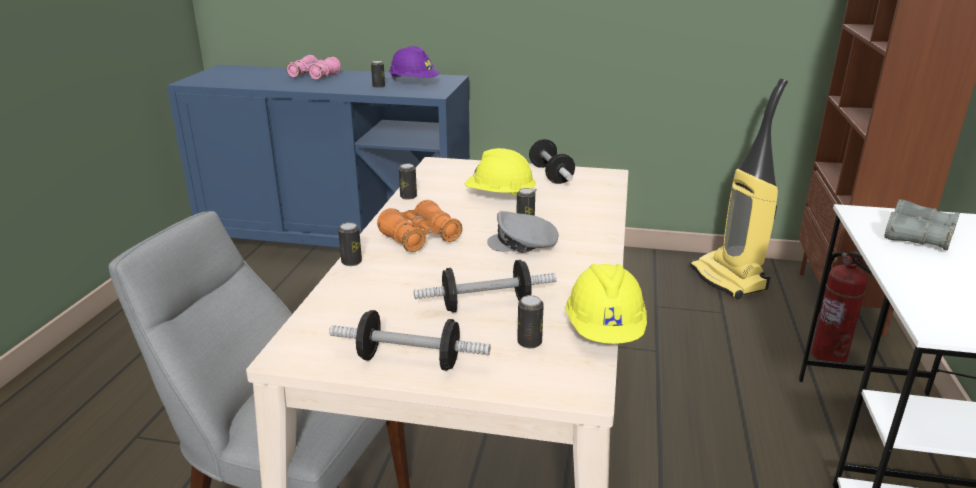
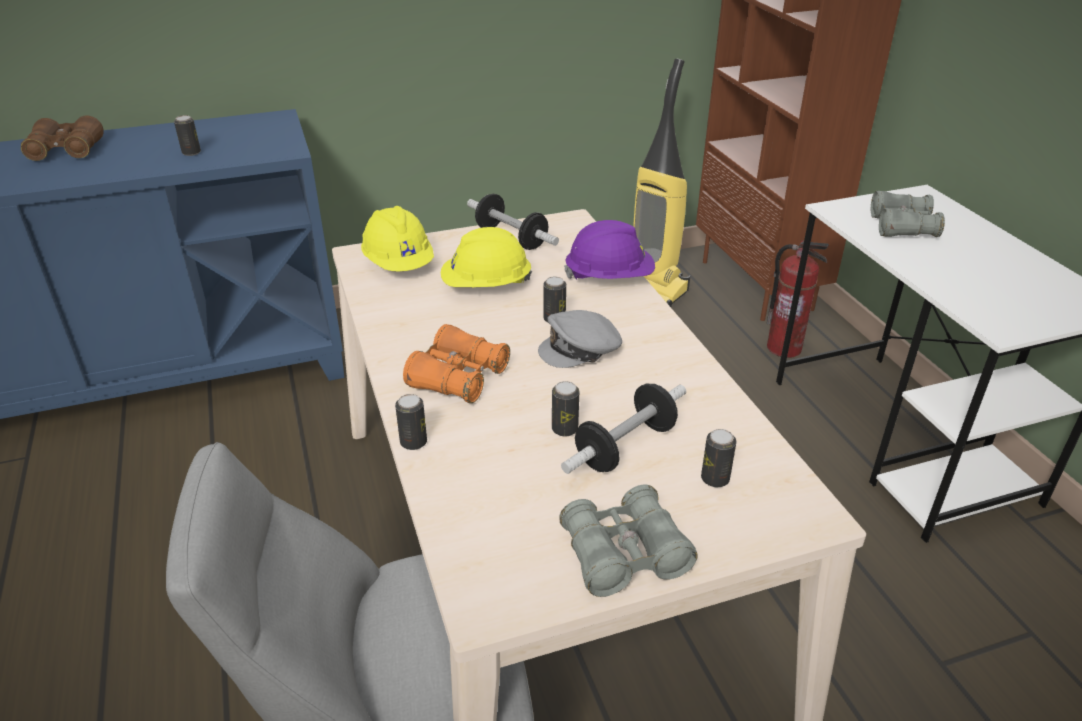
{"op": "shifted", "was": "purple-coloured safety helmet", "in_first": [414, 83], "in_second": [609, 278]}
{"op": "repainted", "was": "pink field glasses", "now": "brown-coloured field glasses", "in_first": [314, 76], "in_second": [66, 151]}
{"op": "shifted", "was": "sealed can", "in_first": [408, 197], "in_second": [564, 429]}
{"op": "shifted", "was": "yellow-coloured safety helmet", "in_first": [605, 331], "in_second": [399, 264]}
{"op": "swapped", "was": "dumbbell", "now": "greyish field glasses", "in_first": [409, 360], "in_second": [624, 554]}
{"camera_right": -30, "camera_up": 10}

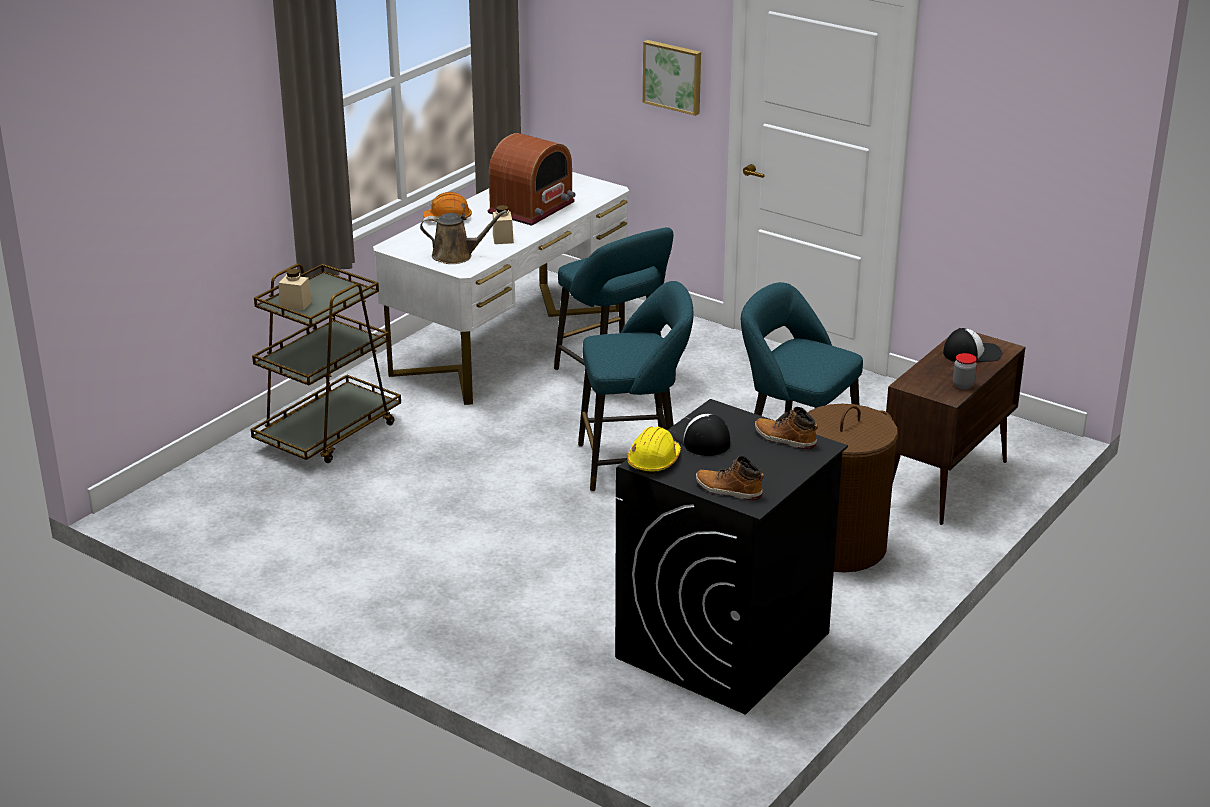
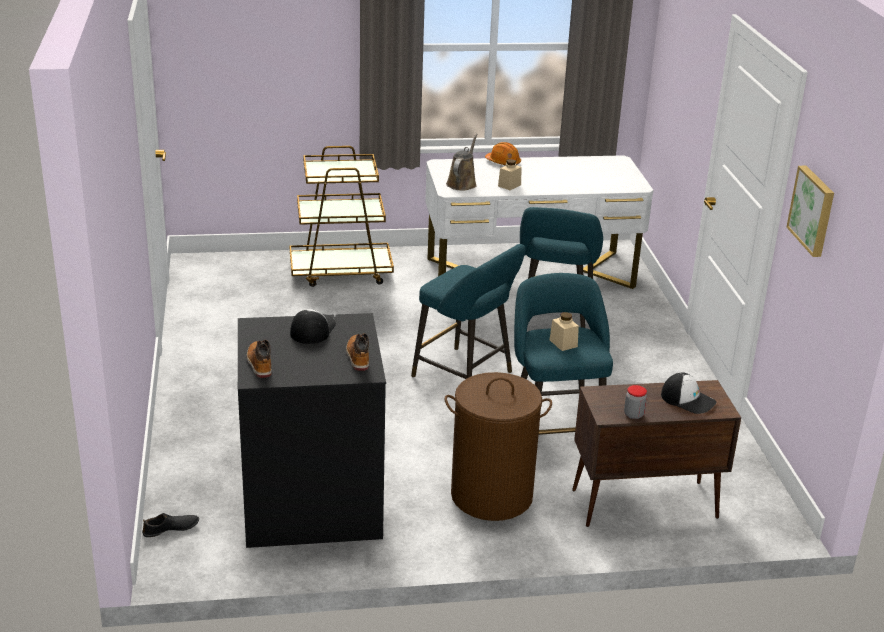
{"op": "shifted", "was": "wall picture", "in_first": [673, 76], "in_second": [813, 210]}
{"op": "gone", "was": "radio set", "in_first": [532, 207]}
{"op": "rotated", "was": "brown-coloured watering pot", "in_first": [456, 256], "in_second": [462, 183], "clockwise": -120}
{"op": "shifted", "was": "sand-coloured jar", "in_first": [295, 304], "in_second": [563, 343]}
{"op": "gone", "was": "yellow-coloured safety helmet", "in_first": [654, 461]}
{"op": "new", "now": "black-coloured item of footwear", "in_second": [171, 529]}
{"camera_right": 45, "camera_up": 0}

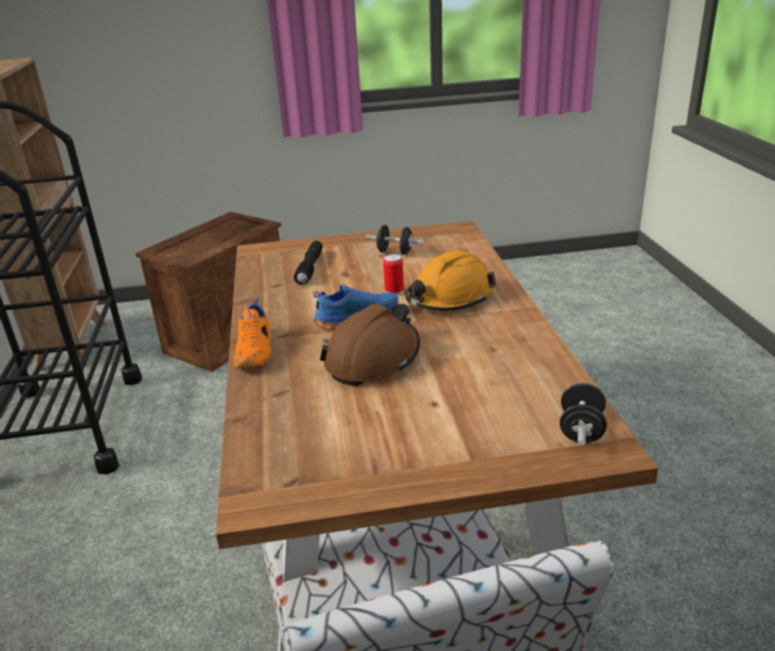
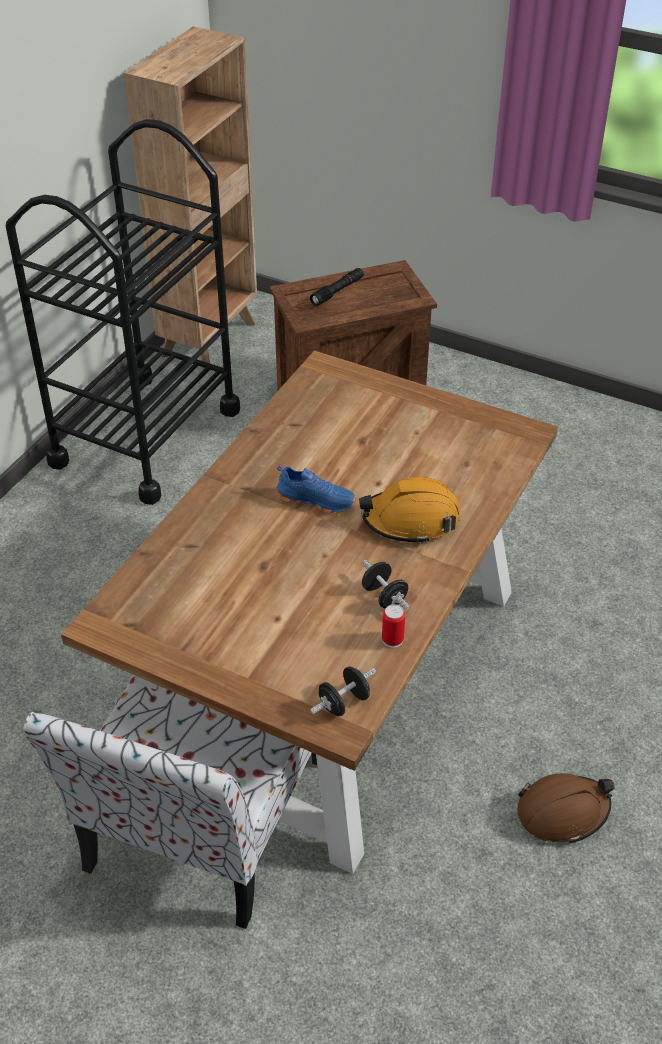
{"op": "shifted", "was": "black-coloured dumbbell", "in_first": [395, 252], "in_second": [384, 597]}
{"op": "shifted", "was": "black-coloured flashlight", "in_first": [310, 268], "in_second": [337, 291]}
{"op": "shifted", "was": "sealed can", "in_first": [394, 291], "in_second": [392, 639]}
{"op": "gone", "was": "orange-coloured item of footwear", "in_first": [256, 352]}
{"op": "shifted", "was": "brown-coloured safety helmet", "in_first": [373, 359], "in_second": [562, 812]}
{"camera_right": 35, "camera_up": 15}

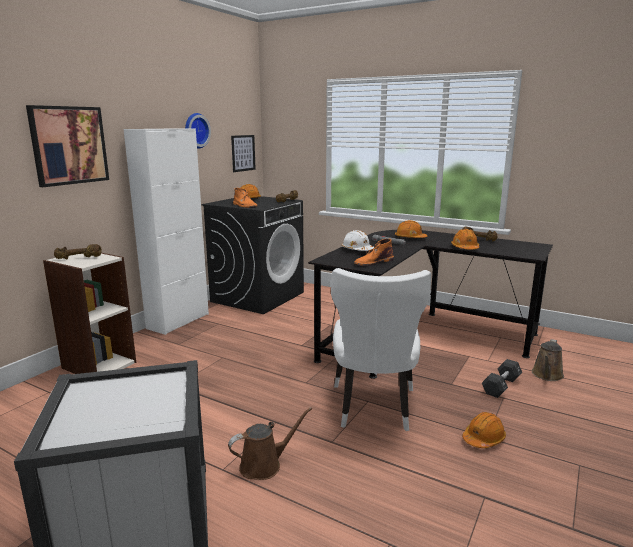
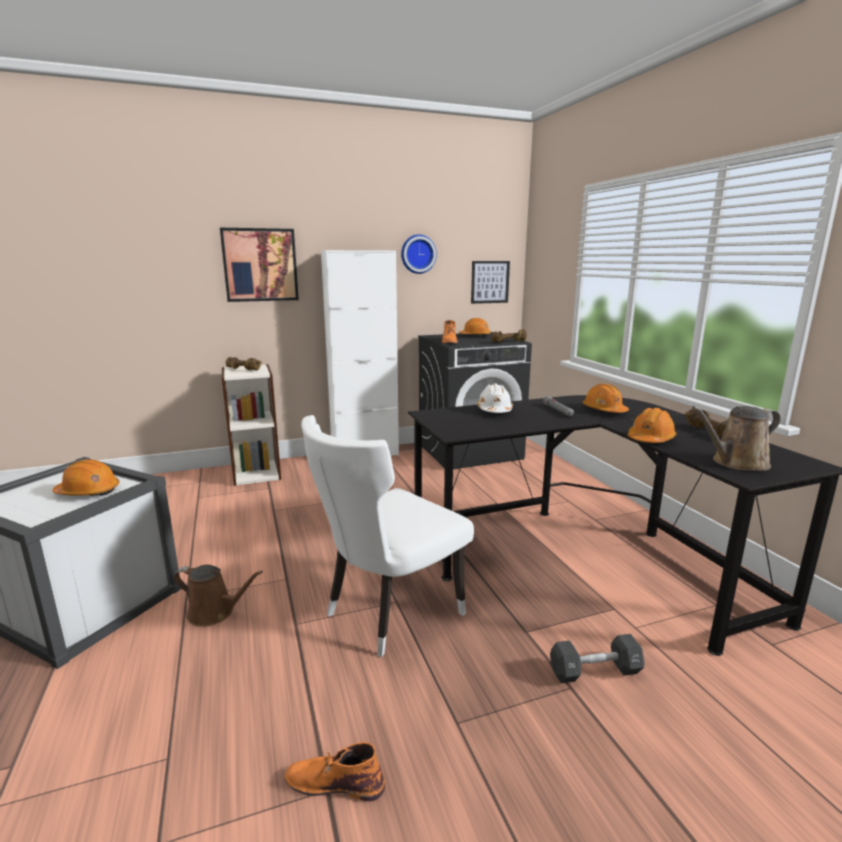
{"op": "shifted", "was": "orange-coloured tall boot", "in_first": [373, 262], "in_second": [334, 782]}
{"op": "shifted", "was": "brown-coloured watering pot", "in_first": [547, 375], "in_second": [736, 463]}
{"op": "shifted", "was": "orange-coloured safety helmet", "in_first": [483, 439], "in_second": [88, 492]}
{"camera_right": 40, "camera_up": 0}

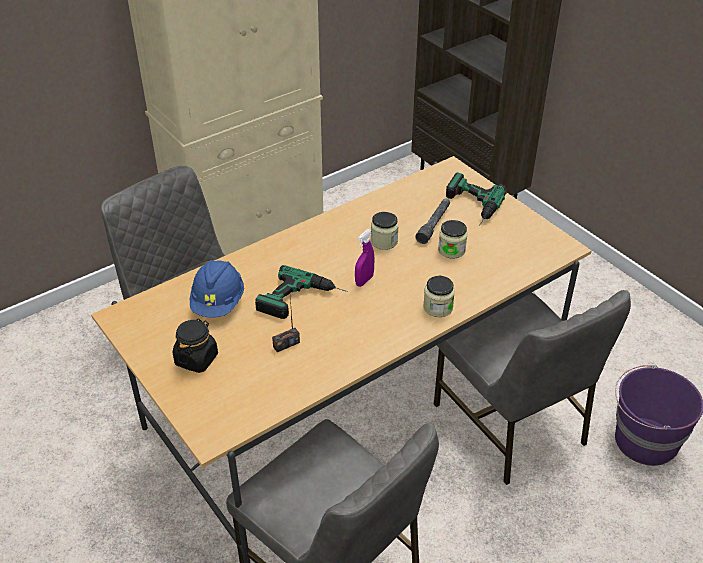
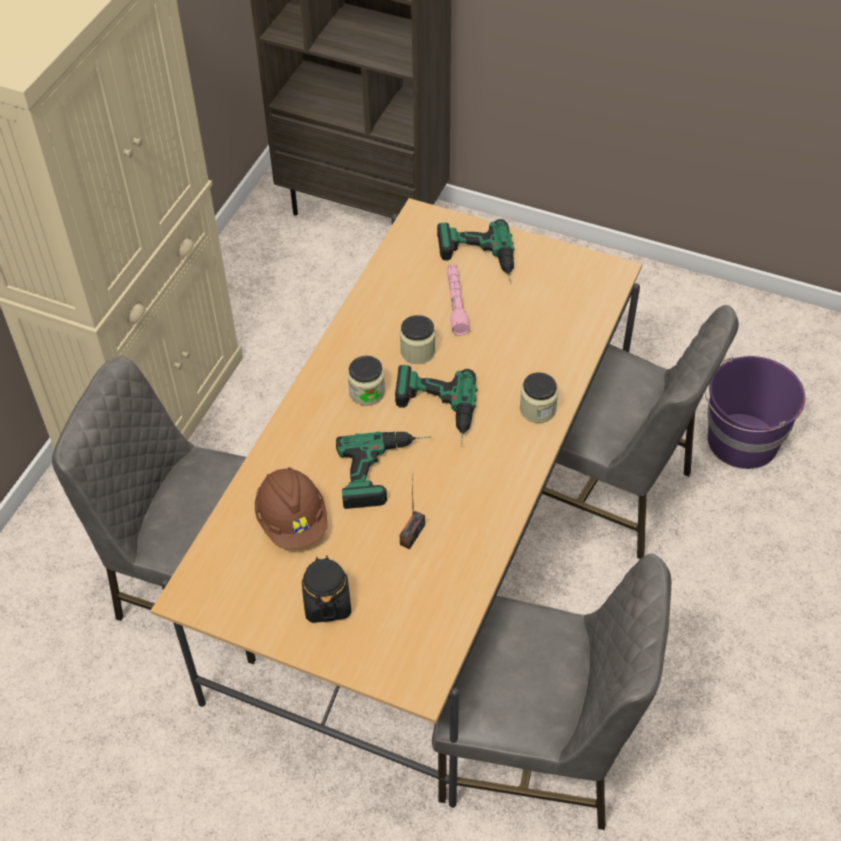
{"op": "repainted", "was": "greyish flashlight", "now": "pink flashlight", "in_first": [434, 224], "in_second": [456, 303]}
{"op": "shifted", "was": "jar", "in_first": [451, 250], "in_second": [367, 392]}
{"op": "swapped", "was": "purple-coloured hand sprayer", "now": "power drill", "in_first": [364, 280], "in_second": [434, 413]}
{"op": "repainted", "was": "blue-coloured safety helmet", "now": "brown-coloured safety helmet", "in_first": [218, 303], "in_second": [292, 521]}
{"camera_right": -30, "camera_up": 10}

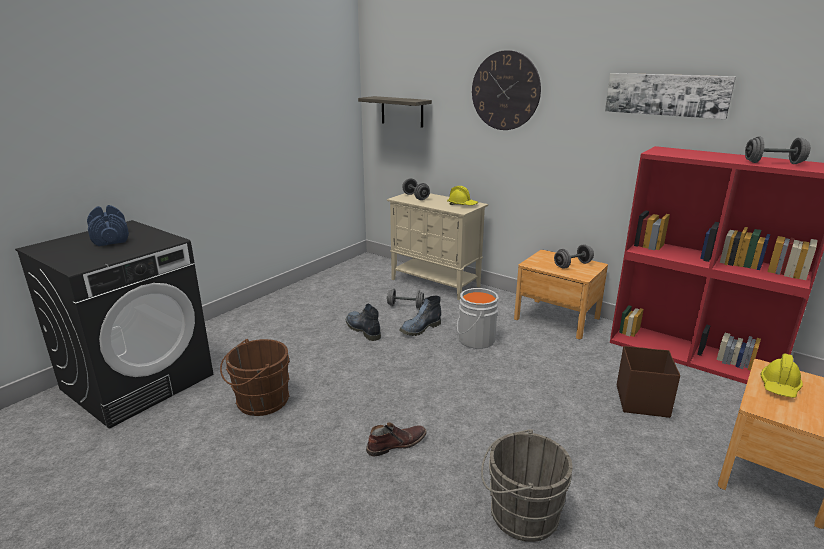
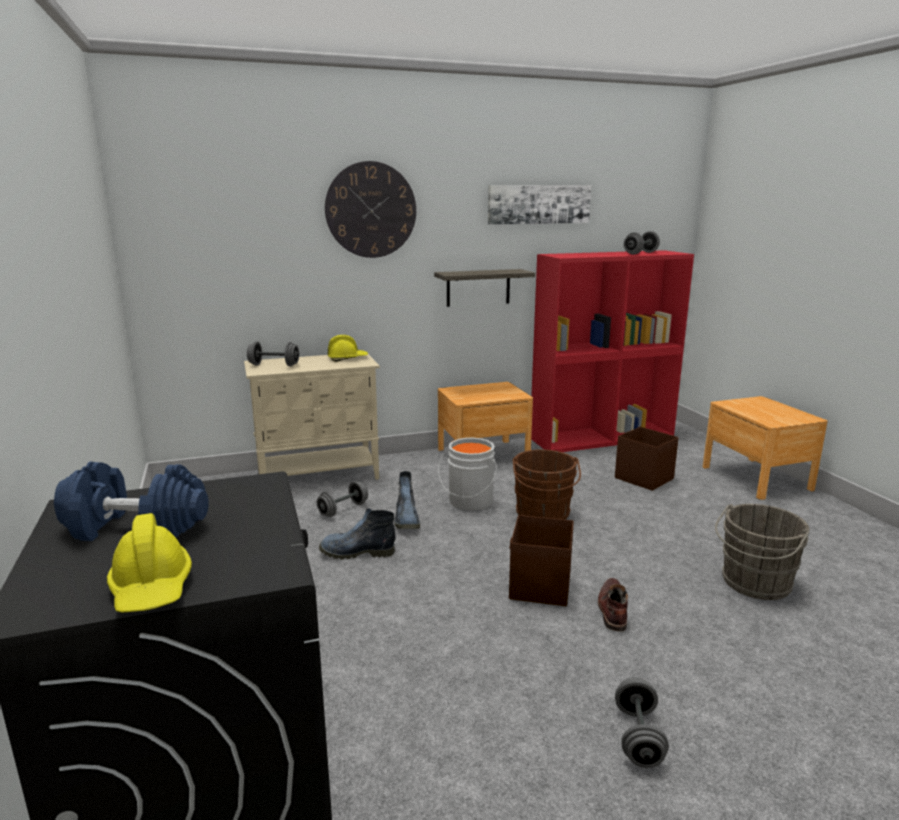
{"op": "shifted", "was": "shelf", "in_first": [402, 111], "in_second": [478, 287]}
{"op": "shifted", "was": "greyish dumbbell", "in_first": [572, 265], "in_second": [638, 737]}
{"op": "shifted", "was": "brown-coloured water bucket", "in_first": [259, 402], "in_second": [543, 515]}
{"op": "shifted", "was": "yellow-coloured safety helmet", "in_first": [779, 386], "in_second": [152, 587]}
{"op": "new", "now": "brown-coloured storage bin", "in_second": [539, 587]}
{"camera_right": -55, "camera_up": -5}

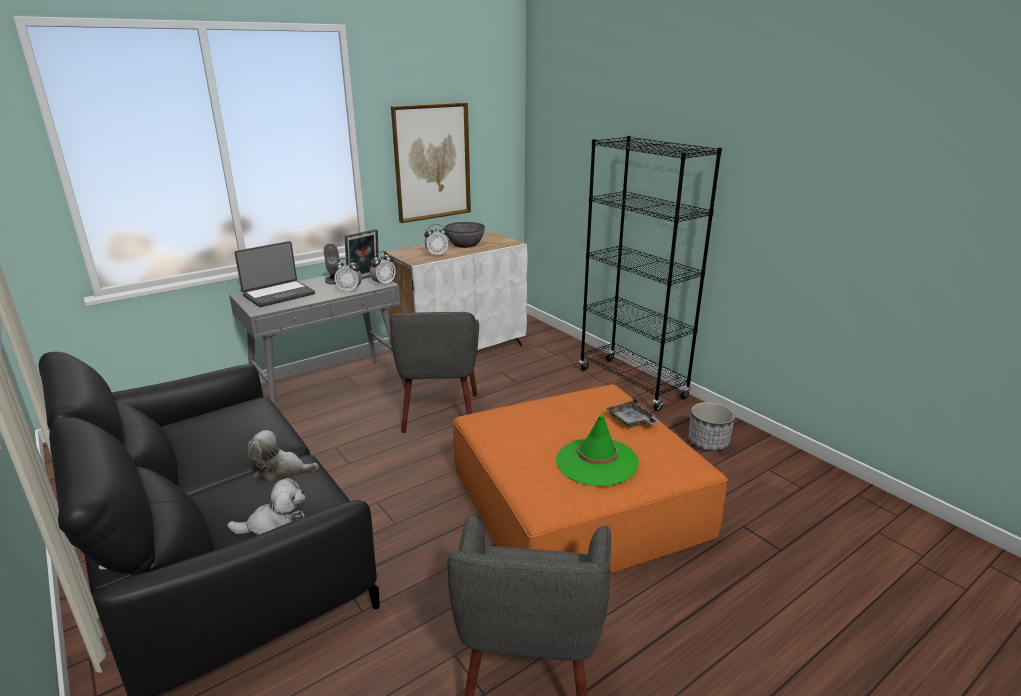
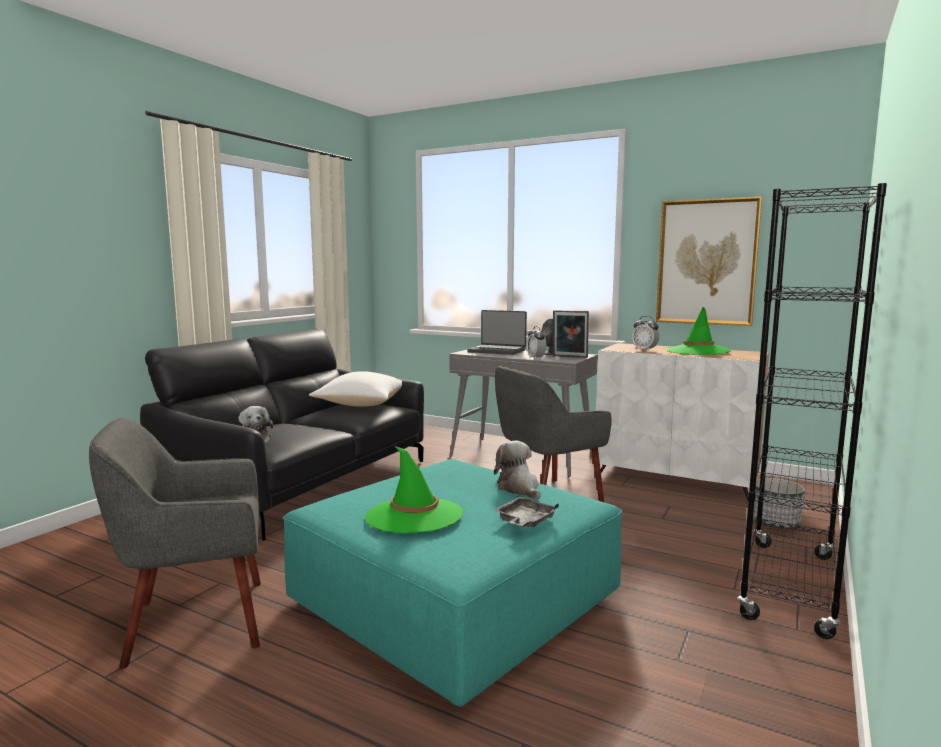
{"op": "swapped", "was": "greyish serving bowl", "now": "green-coloured clothing hat", "in_first": [465, 244], "in_second": [698, 351]}
{"op": "gone", "was": "table clock", "in_first": [383, 284]}
{"op": "repainted", "was": "orange-coloured pouffe", "now": "blue-green pouffe", "in_first": [577, 508], "in_second": [454, 599]}
{"op": "shifted", "was": "planter", "in_first": [708, 442], "in_second": [775, 522]}
{"op": "shifted", "was": "soft toy", "in_first": [281, 471], "in_second": [519, 488]}
{"op": "new", "now": "whitish pillow", "in_second": [360, 405]}
{"camera_right": 65, "camera_up": -15}

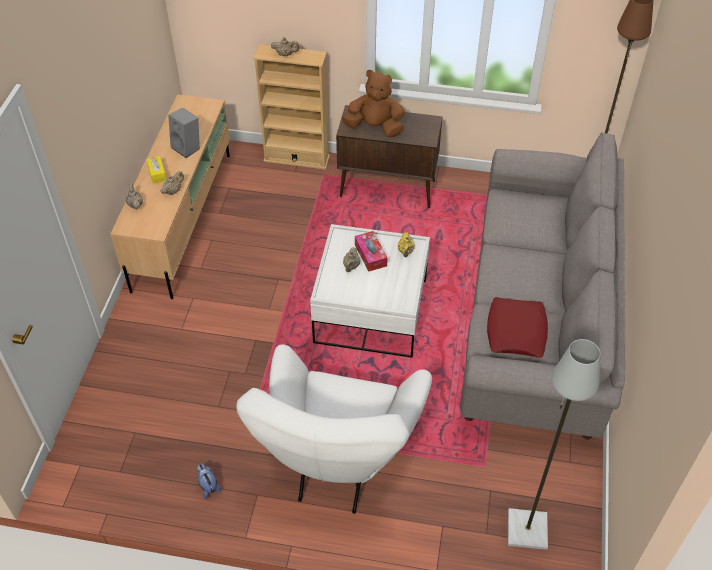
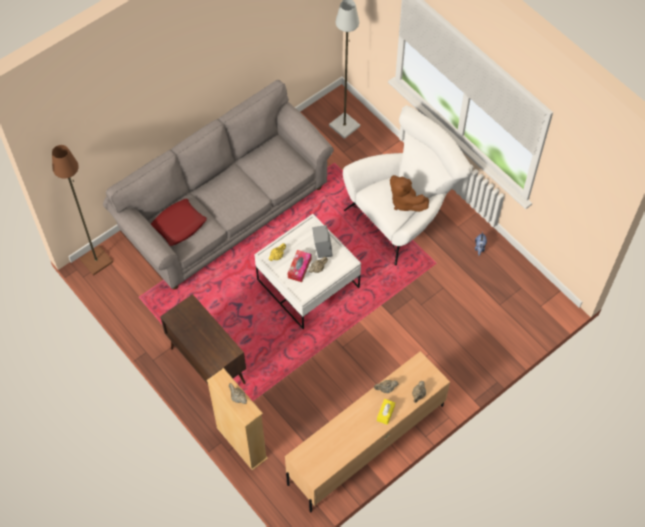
{"op": "shifted", "was": "brown-coloured soft toy", "in_first": [375, 128], "in_second": [405, 202]}
{"op": "shifted", "was": "greyish audio speaker", "in_first": [188, 148], "in_second": [321, 249]}
{"op": "shifted", "was": "red pillow", "in_first": [516, 332], "in_second": [179, 225]}
{"camera_right": -140, "camera_up": 10}

